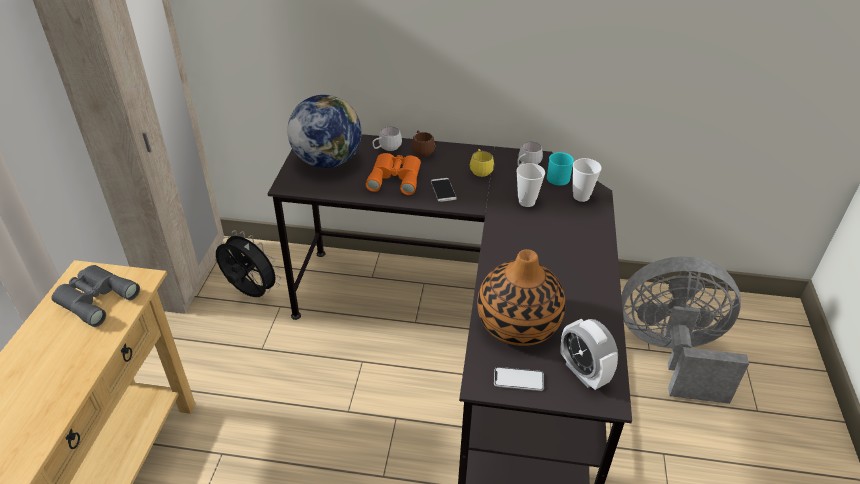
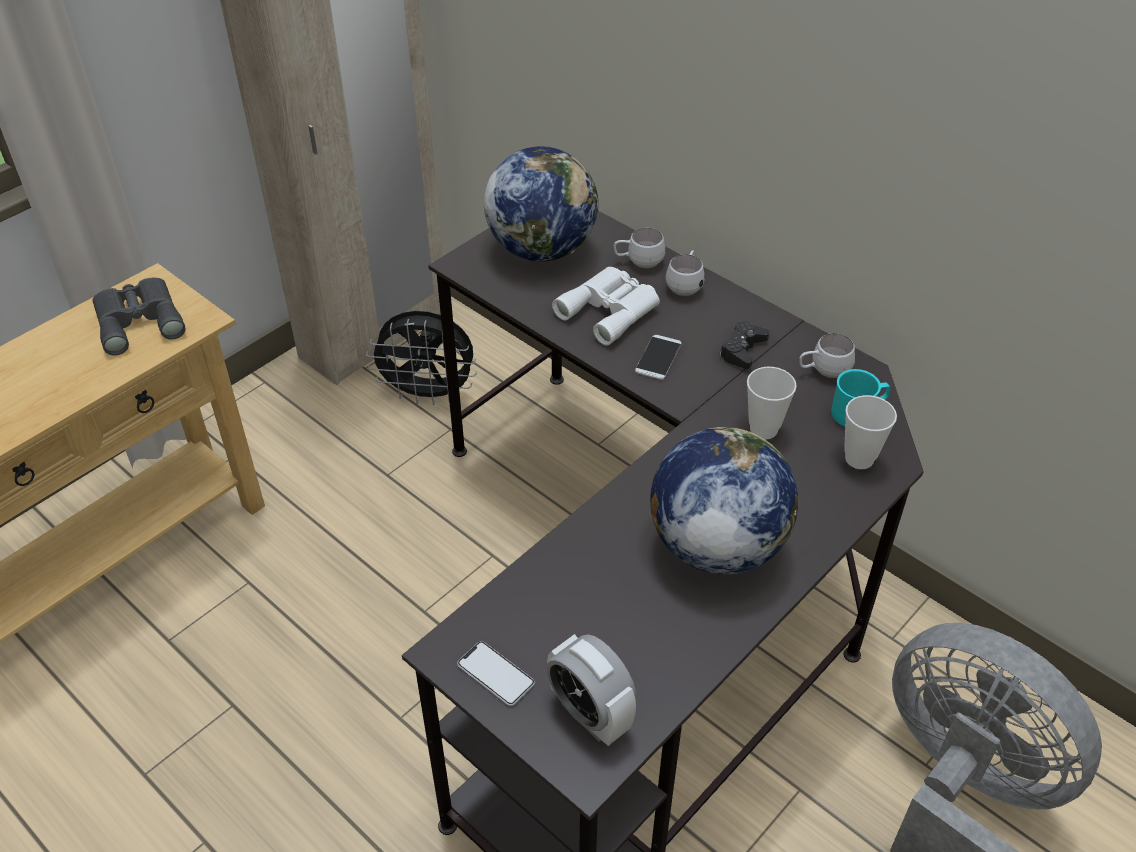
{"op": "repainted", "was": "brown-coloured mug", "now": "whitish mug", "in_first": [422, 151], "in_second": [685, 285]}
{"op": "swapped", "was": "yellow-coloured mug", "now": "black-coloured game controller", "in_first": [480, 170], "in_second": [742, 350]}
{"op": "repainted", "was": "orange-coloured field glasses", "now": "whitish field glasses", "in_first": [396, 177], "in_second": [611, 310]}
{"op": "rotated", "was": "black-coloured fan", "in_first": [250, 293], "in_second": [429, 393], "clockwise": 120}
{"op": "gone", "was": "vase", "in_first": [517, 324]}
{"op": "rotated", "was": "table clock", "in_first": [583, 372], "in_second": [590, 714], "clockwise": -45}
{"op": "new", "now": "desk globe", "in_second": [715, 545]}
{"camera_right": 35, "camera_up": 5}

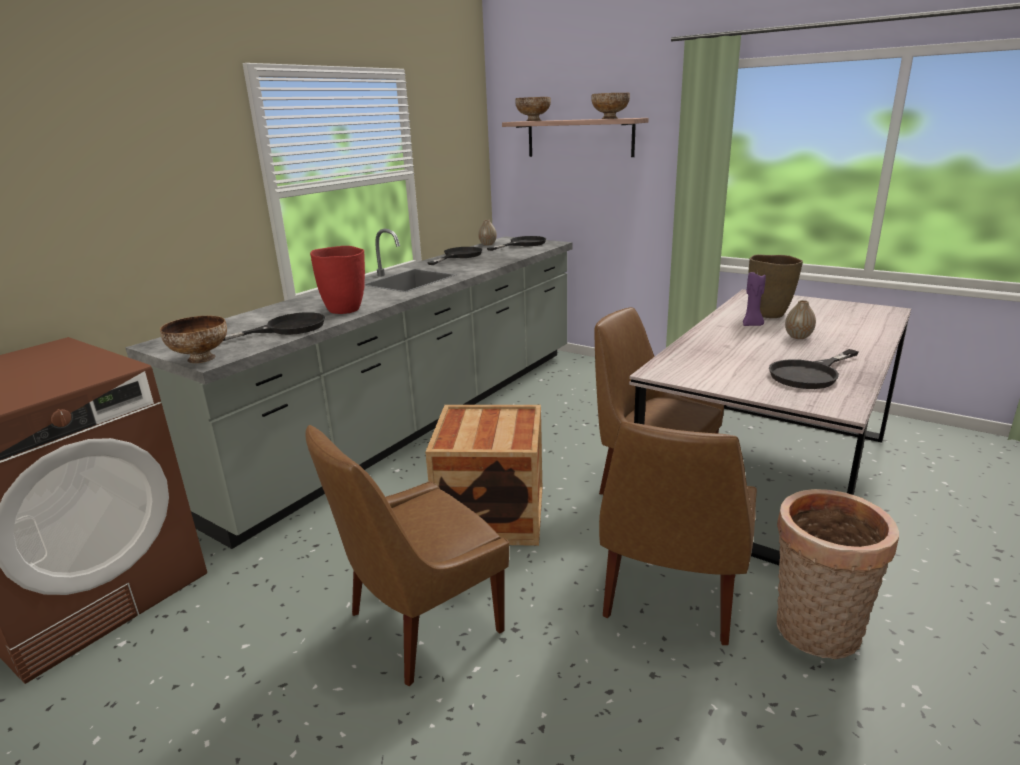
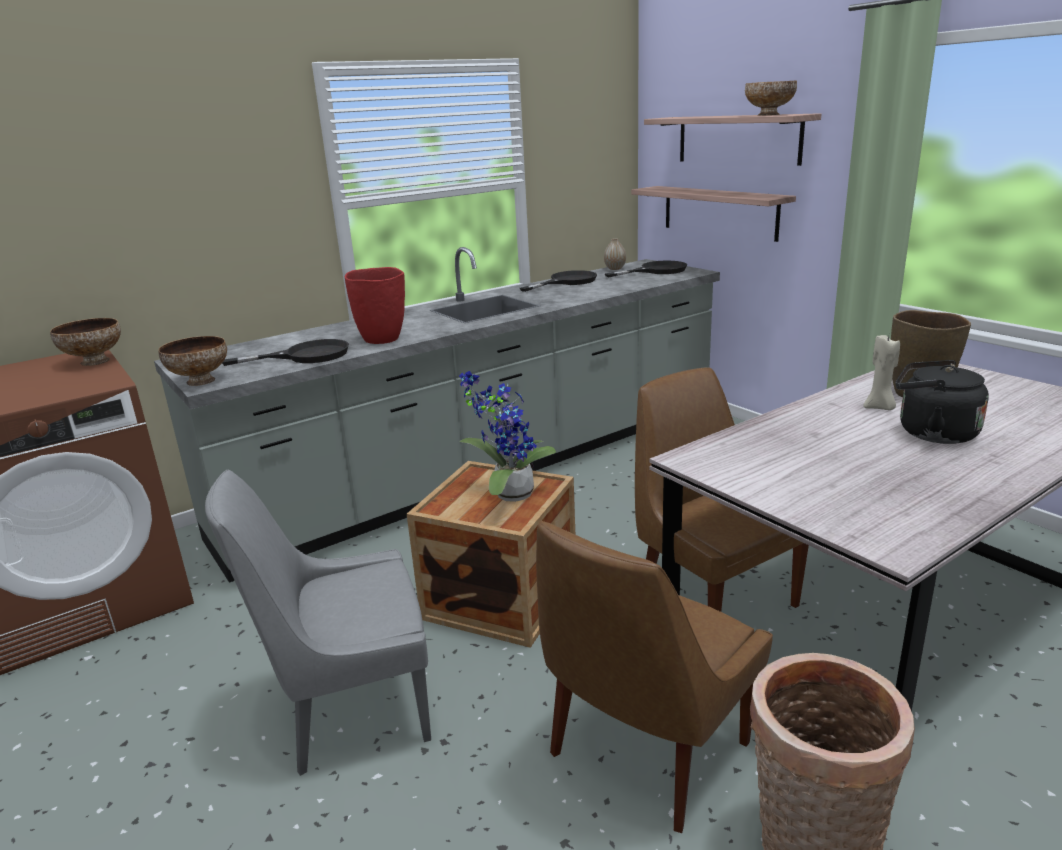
{"op": "shifted", "was": "serving bowl", "in_first": [533, 120], "in_second": [94, 361]}
{"op": "repainted", "was": "purple-coloured candle", "now": "sand-coloured candle", "in_first": [752, 325], "in_second": [879, 408]}
{"op": "swapped", "was": "vase", "now": "black-coloured water kettle", "in_first": [798, 337], "in_second": [931, 433]}
{"op": "gone", "was": "black-coloured frying pan", "in_first": [810, 374]}
{"op": "repainted", "was": "brown-coloured upright chair", "now": "greyish upright chair", "in_first": [420, 625], "in_second": [351, 709]}
{"op": "new", "now": "shelf", "in_second": [719, 212]}
{"op": "new", "now": "potted plant", "in_second": [509, 494]}
{"camera_right": 20, "camera_up": 0}

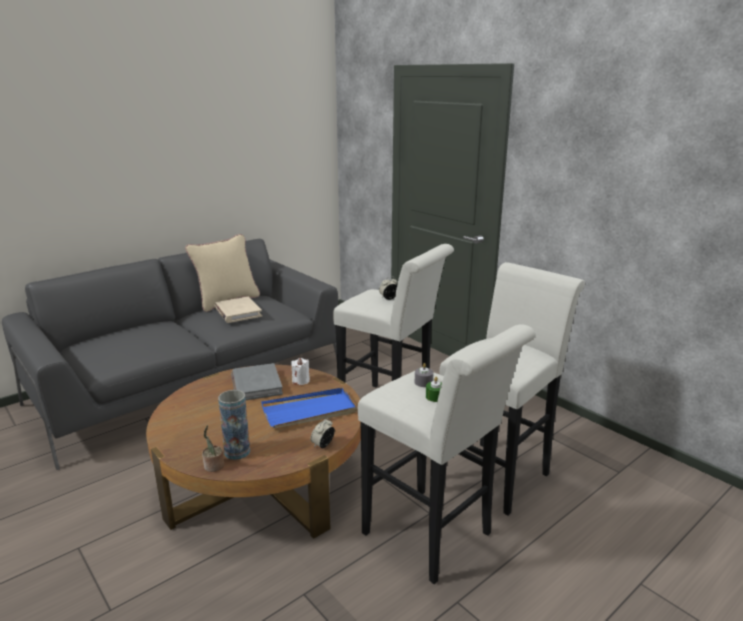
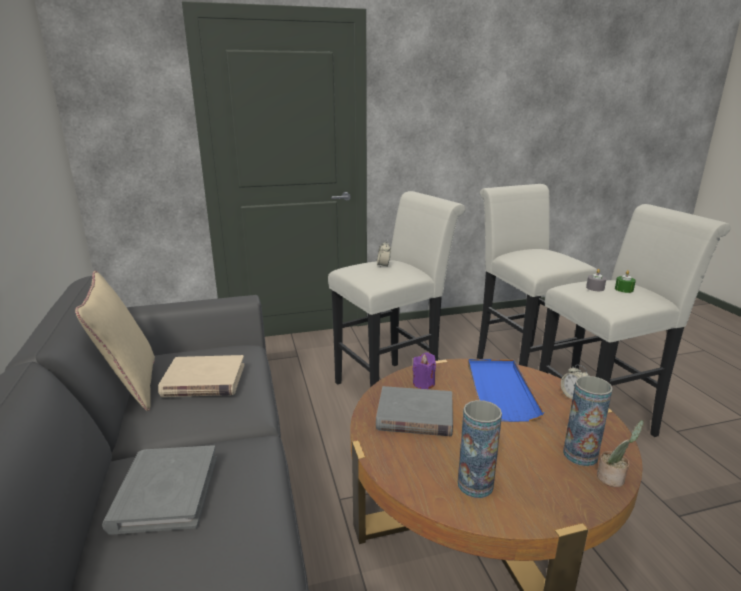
{"op": "repainted", "was": "whitish candle", "now": "purple-coloured candle", "in_first": [301, 381], "in_second": [423, 383]}
{"op": "new", "now": "vase", "in_second": [475, 485]}
{"op": "new", "now": "greyish volume", "in_second": [165, 492]}
{"camera_right": -65, "camera_up": 0}

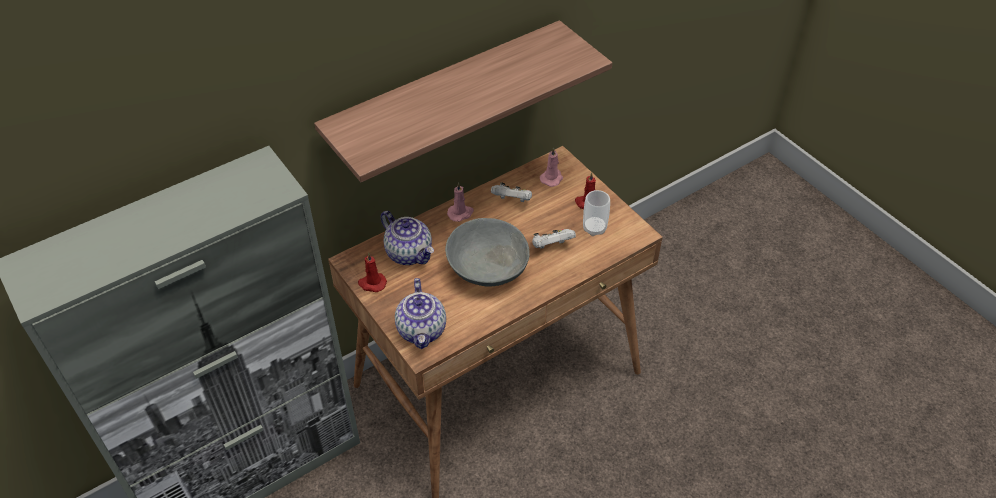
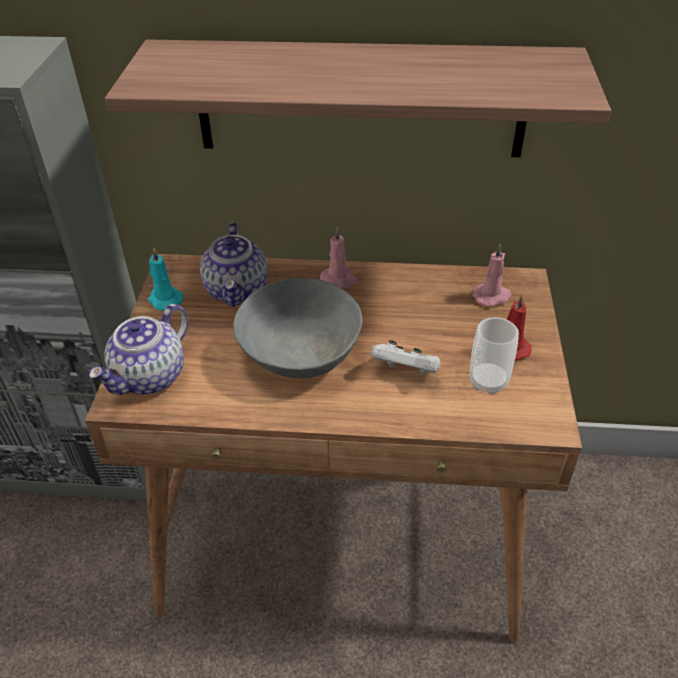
{"op": "gone", "was": "whitish game controller", "in_first": [512, 201]}
{"op": "repainted", "was": "red candle", "now": "blue-green candle", "in_first": [372, 283], "in_second": [164, 299]}
{"camera_right": 40, "camera_up": -5}

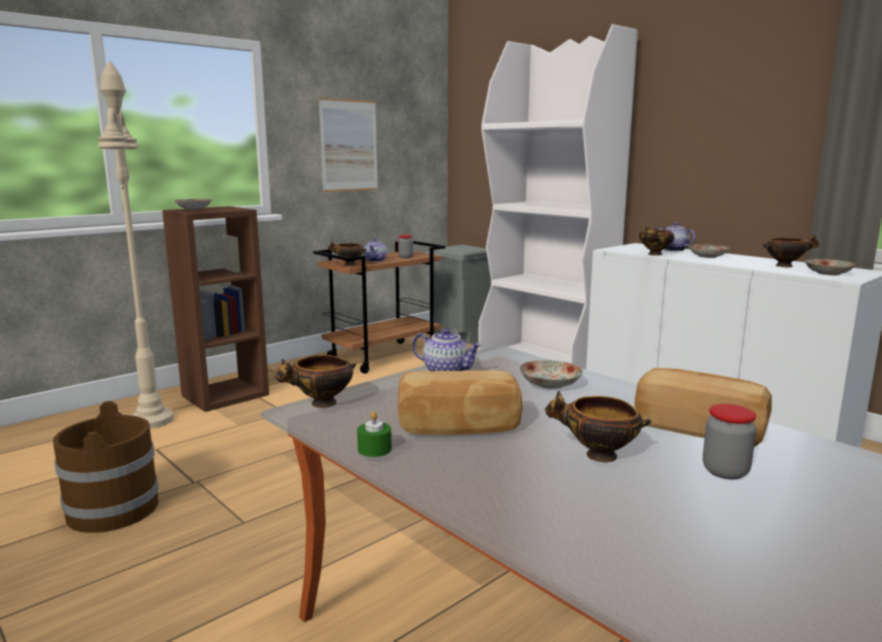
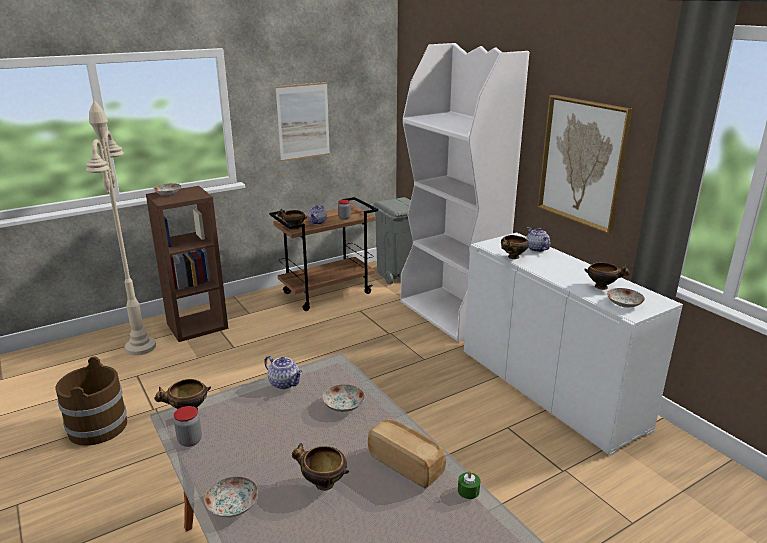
{"op": "shifted", "was": "flat dish", "in_first": [708, 256], "in_second": [233, 505]}
{"op": "gone", "was": "bread", "in_first": [458, 428]}
{"op": "shifted", "was": "jar", "in_first": [725, 471], "in_second": [190, 440]}
{"op": "shifted", "was": "green-coloured candle", "in_first": [374, 449], "in_second": [468, 491]}
{"op": "new", "now": "wall picture", "in_second": [582, 162]}
{"camera_right": 10, "camera_up": 10}

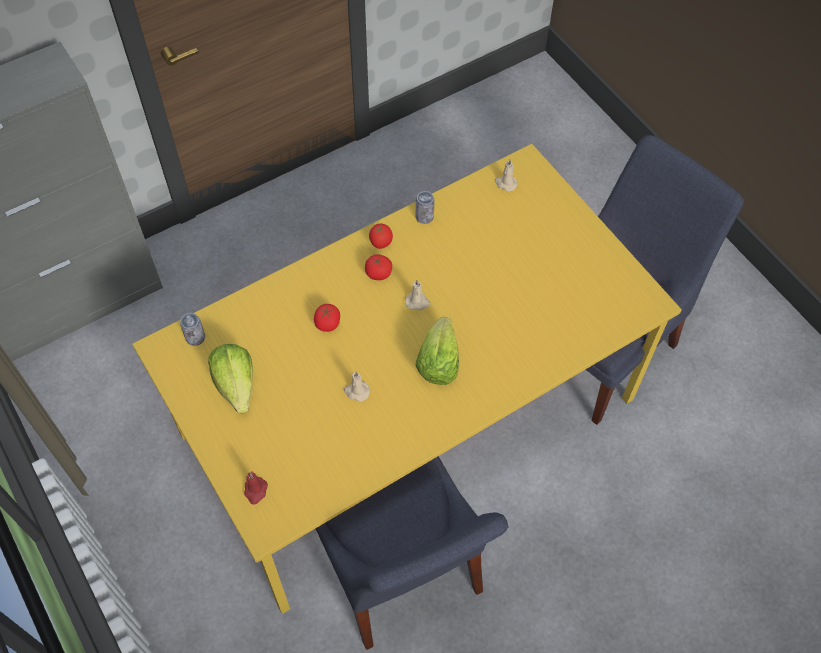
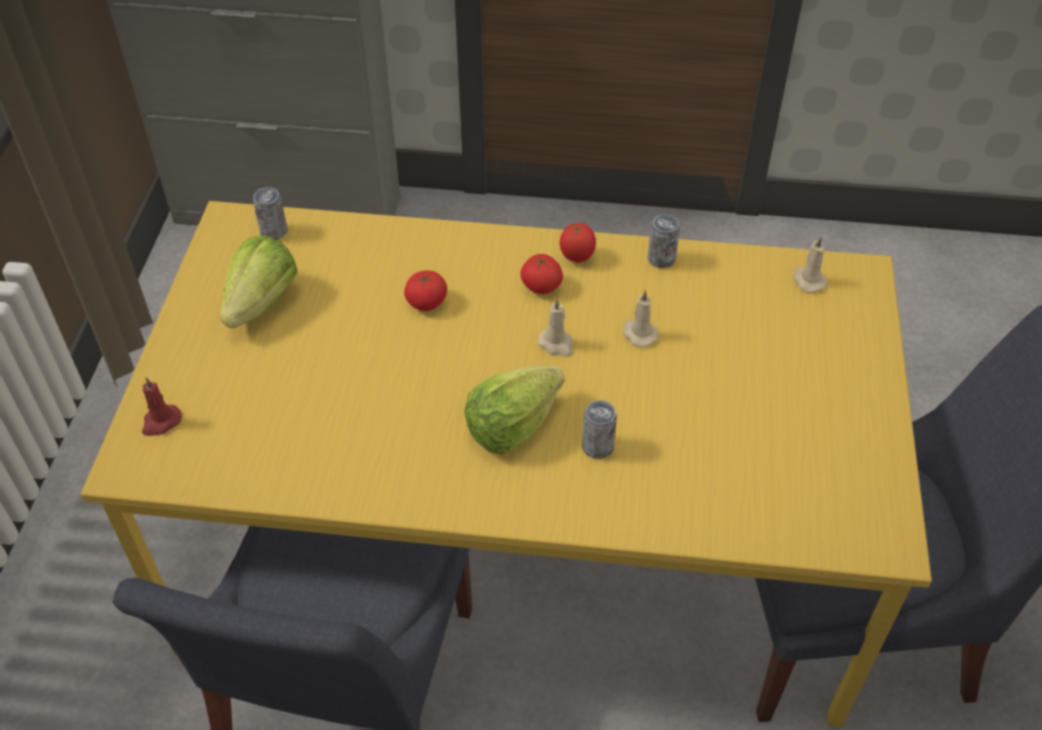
{"op": "shifted", "was": "sand-coloured candle", "in_first": [356, 391], "in_second": [639, 334]}
{"op": "new", "now": "sealed can", "in_second": [597, 446]}
{"camera_right": 40, "camera_up": -10}

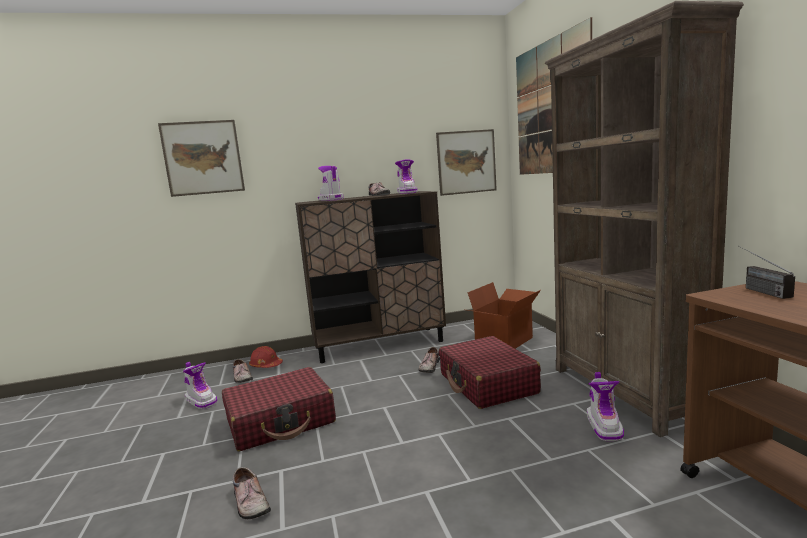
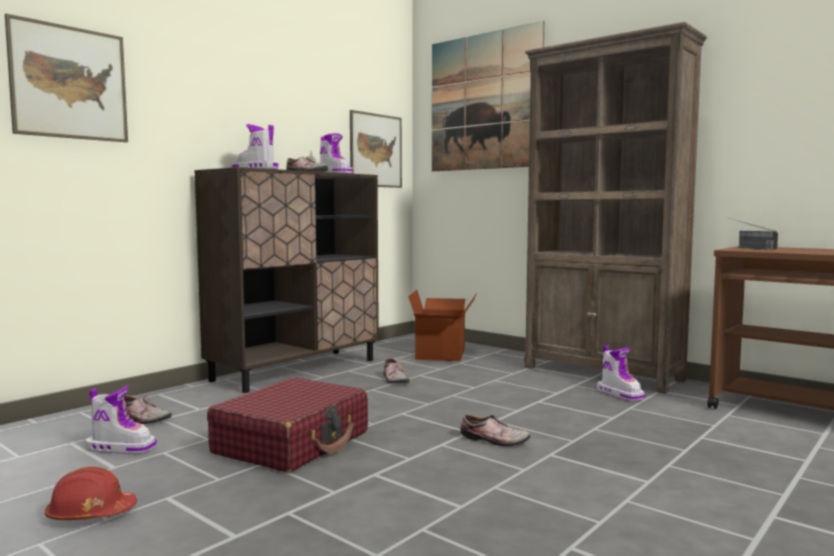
{"op": "gone", "was": "red suitcase", "in_first": [487, 384]}
{"op": "shifted", "was": "red safety helmet", "in_first": [266, 365], "in_second": [90, 514]}
{"op": "shifted", "was": "item of footwear", "in_first": [249, 503], "in_second": [494, 440]}
{"camera_right": -35, "camera_up": -5}

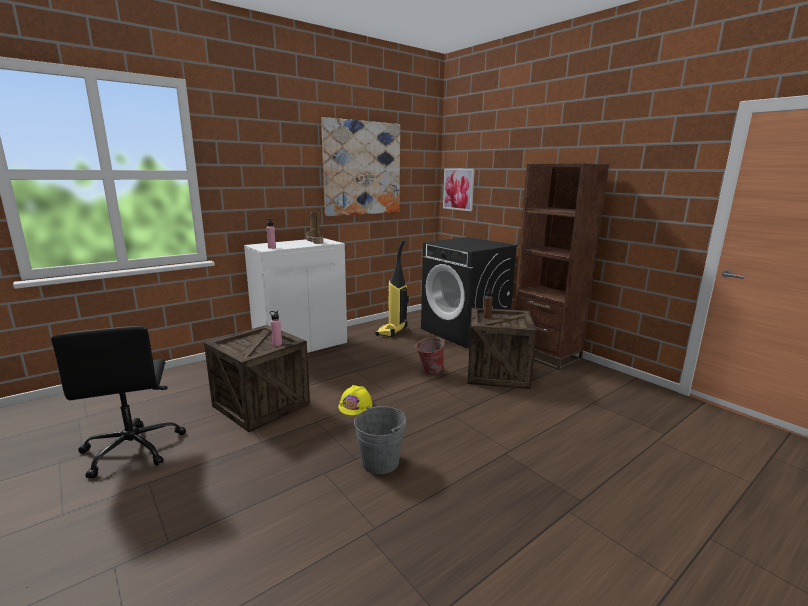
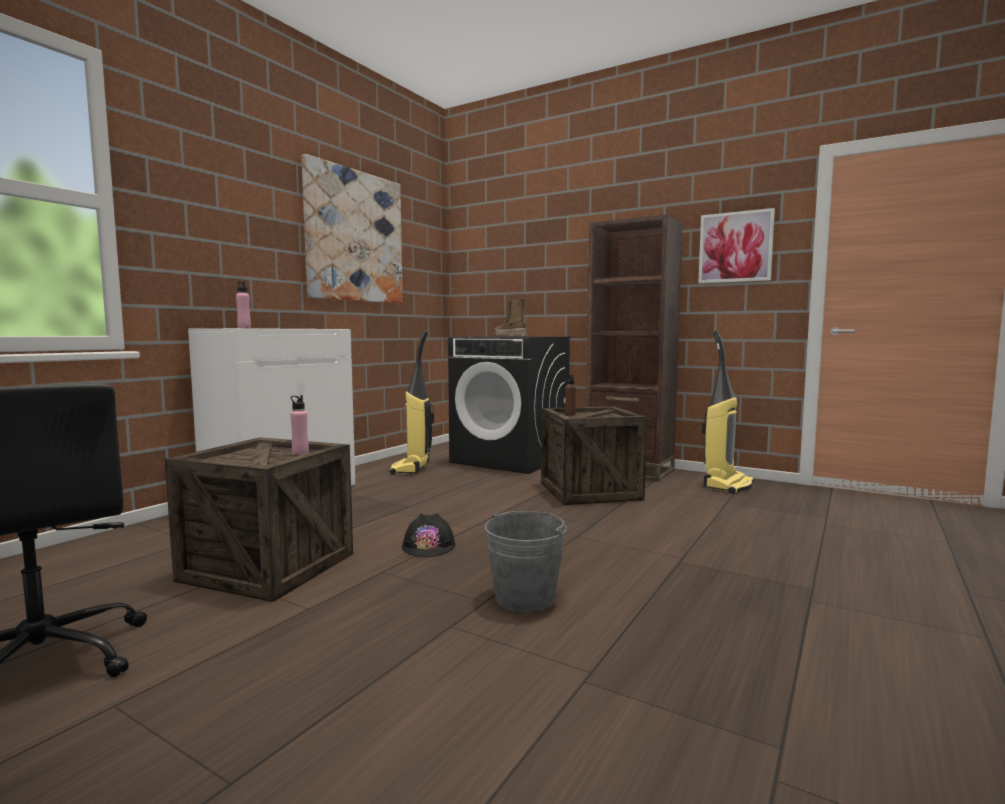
{"op": "shifted", "was": "wall picture", "in_first": [458, 189], "in_second": [735, 247]}
{"op": "shifted", "was": "tall boot", "in_first": [314, 241], "in_second": [510, 336]}
{"op": "gone", "was": "water bucket", "in_first": [429, 372]}
{"op": "repainted", "was": "yellow-coloured safety helmet", "now": "black-coloured safety helmet", "in_first": [355, 405], "in_second": [429, 546]}
{"op": "new", "now": "vacuum cleaner", "in_second": [727, 485]}
{"camera_right": -20, "camera_up": -10}

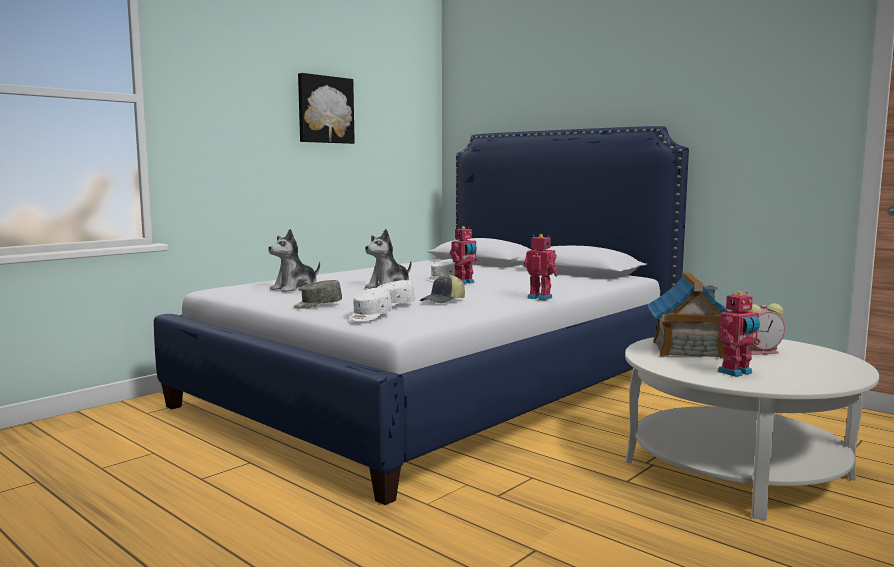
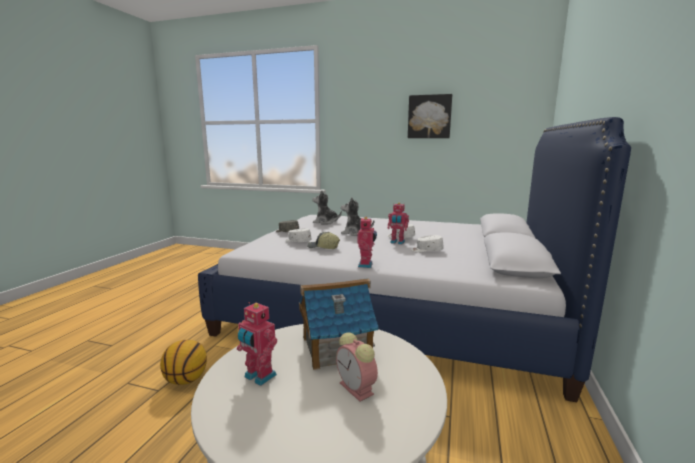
{"op": "shifted", "was": "whitish baseball cap", "in_first": [369, 316], "in_second": [426, 250]}
{"op": "new", "now": "ball for basketball", "in_second": [186, 380]}
{"camera_right": 65, "camera_up": 5}

